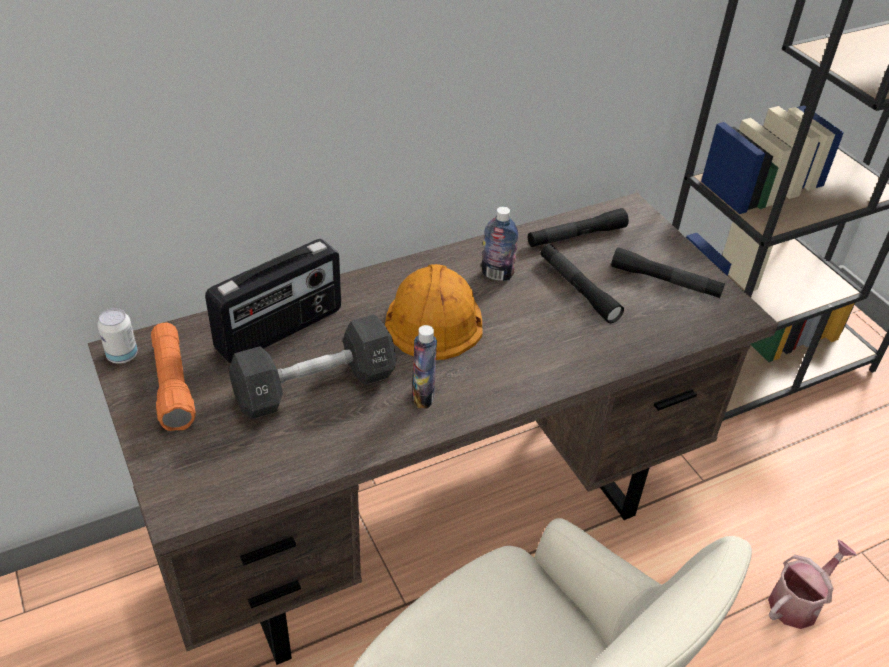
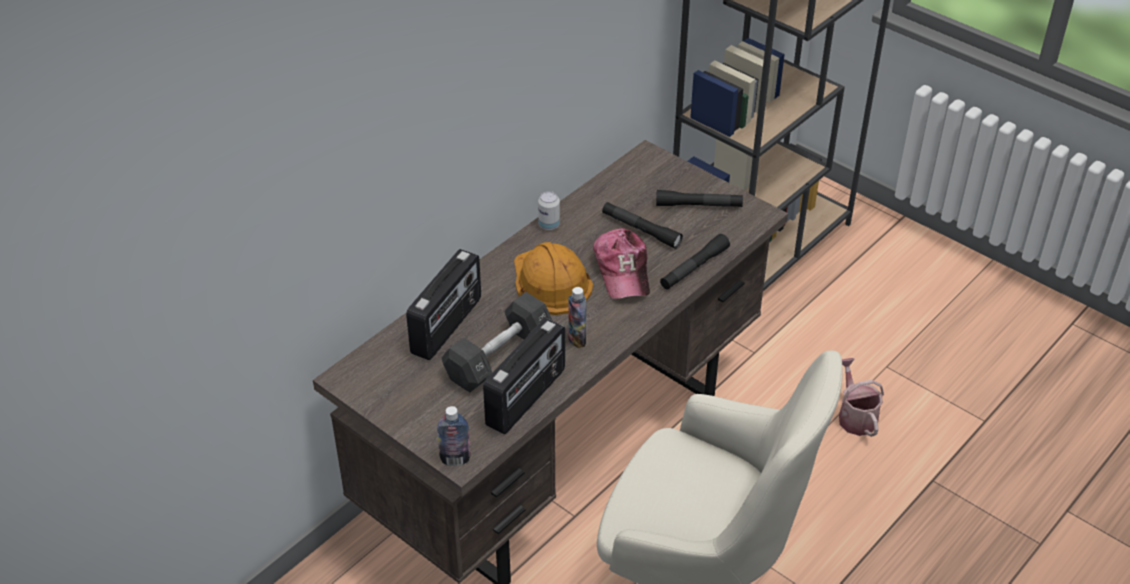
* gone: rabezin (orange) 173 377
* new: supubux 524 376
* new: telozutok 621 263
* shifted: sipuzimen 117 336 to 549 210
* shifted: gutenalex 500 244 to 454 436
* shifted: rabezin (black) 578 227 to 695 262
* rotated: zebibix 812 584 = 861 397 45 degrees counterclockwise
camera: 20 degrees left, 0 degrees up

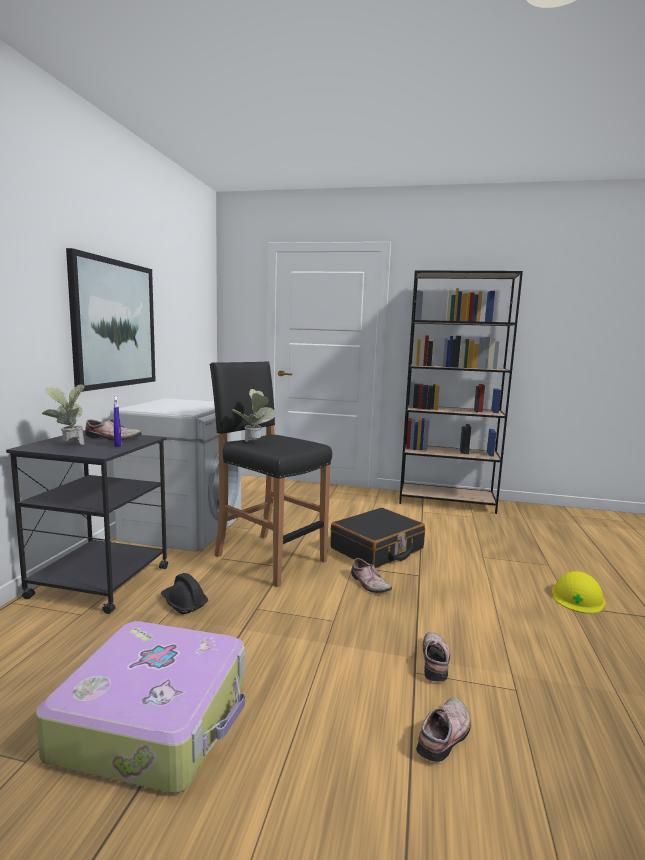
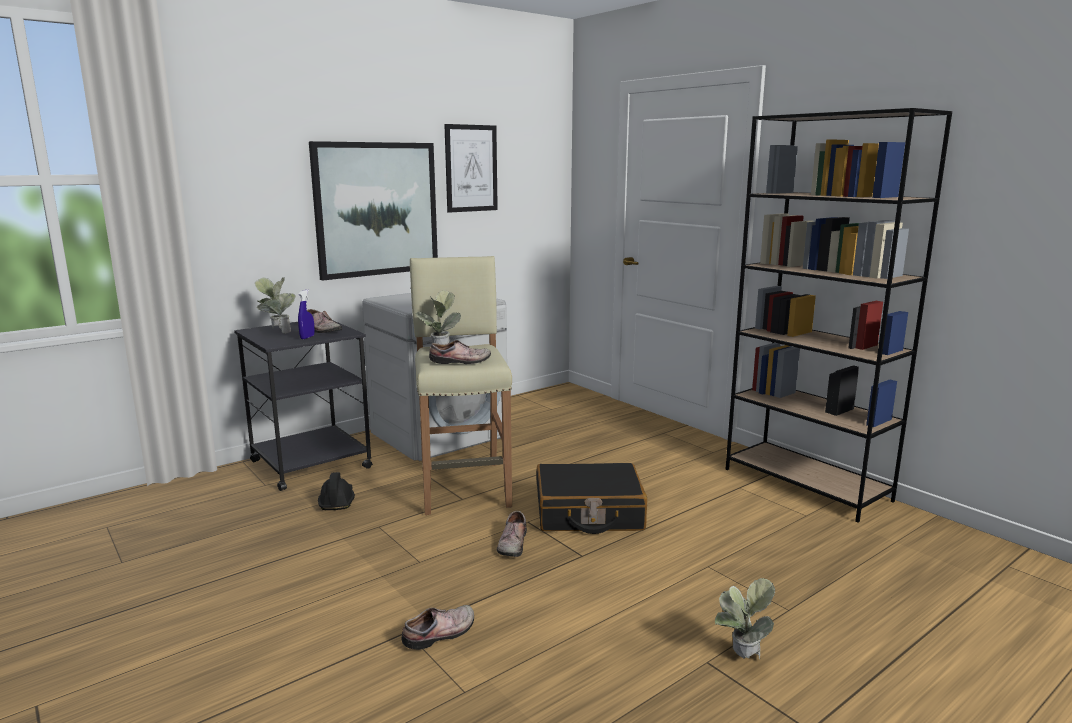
* gone: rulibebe 140 707
* new: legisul 471 168
* shifted: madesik 443 730 to 460 352
* swapped: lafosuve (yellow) 578 592 to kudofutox 745 619
* repainted: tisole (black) 271 474 to tisole (beige) 461 385
camera: 40 degrees right, 5 degrees up

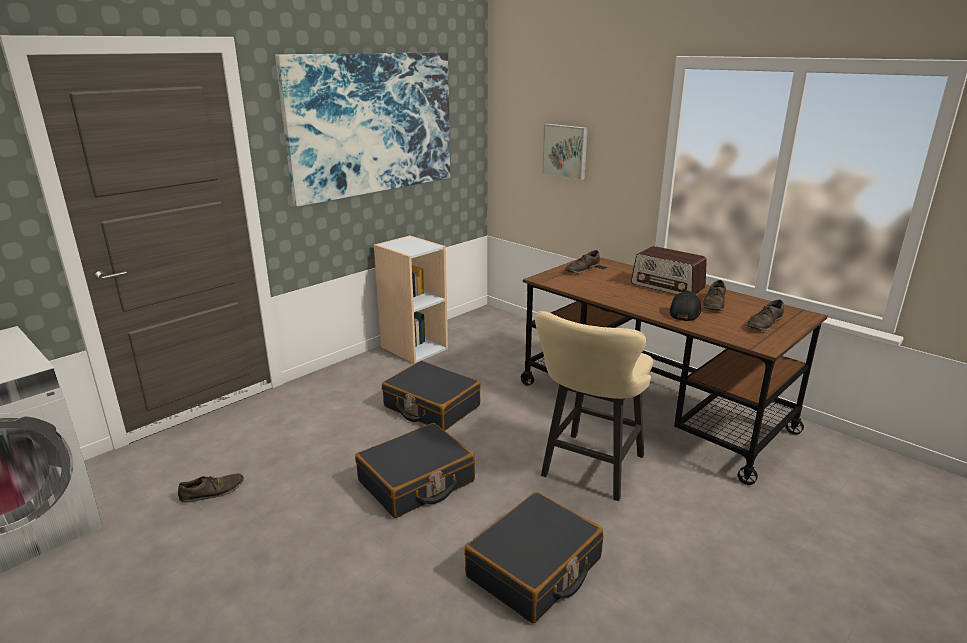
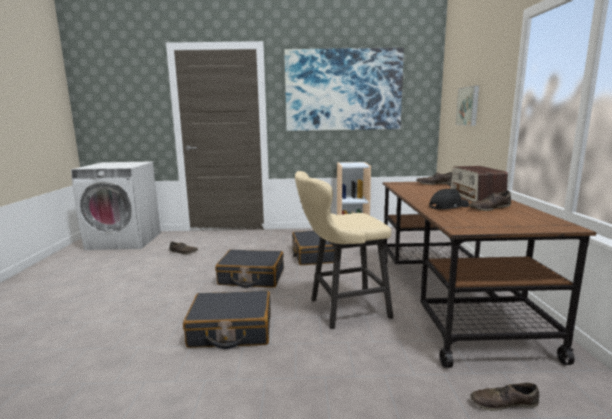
* shifted: madesik (brown) 765 315 to 504 397
camera: 45 degrees right, 10 degrees down

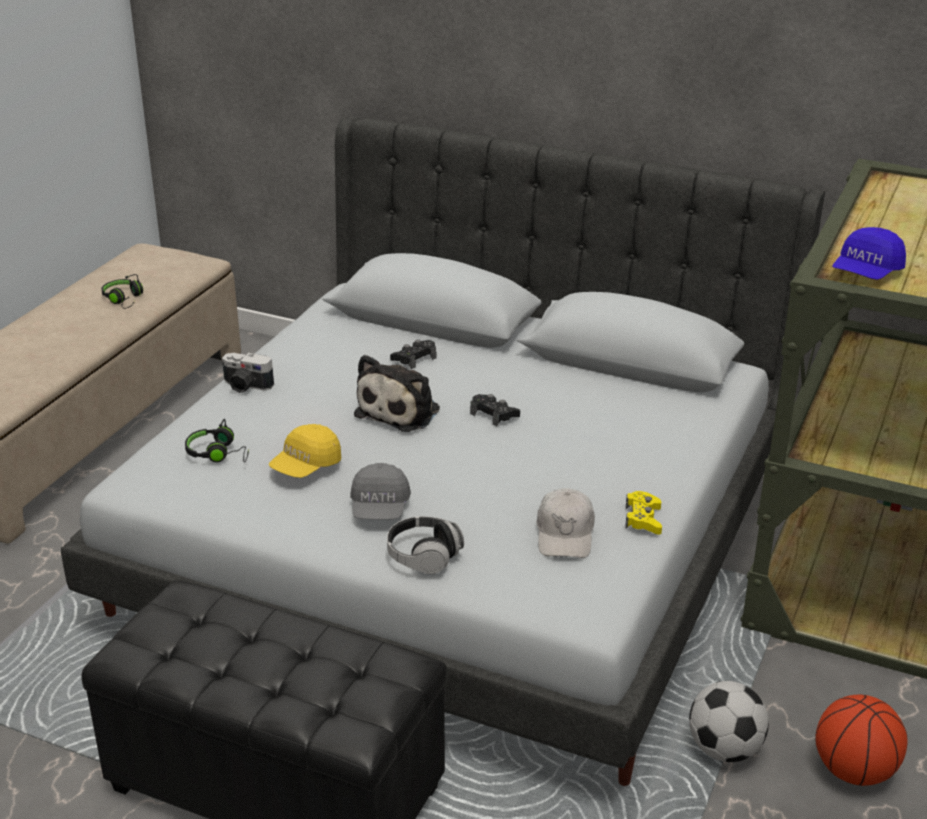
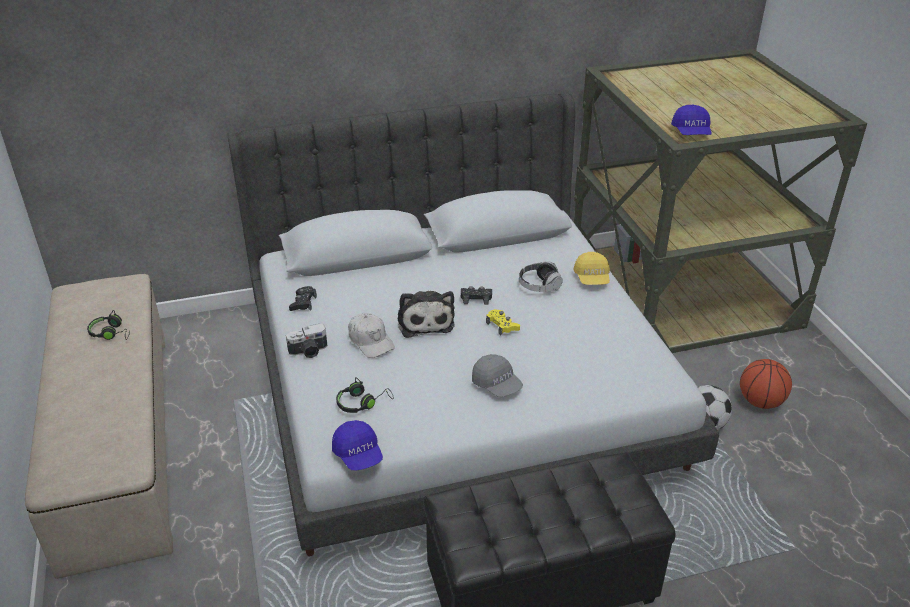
* new: telozutok (blue) 357 445
* shifted: telozutok (yellow) 305 451 to 591 268
* shifted: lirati 425 545 to 541 276
* shifted: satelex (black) 413 354 to 303 298
* shifted: telozutok (white) 566 523 to 371 335
* shifted: satelex (yellow) 644 513 to 503 322
camera: 40 degrees left, 5 degrees up

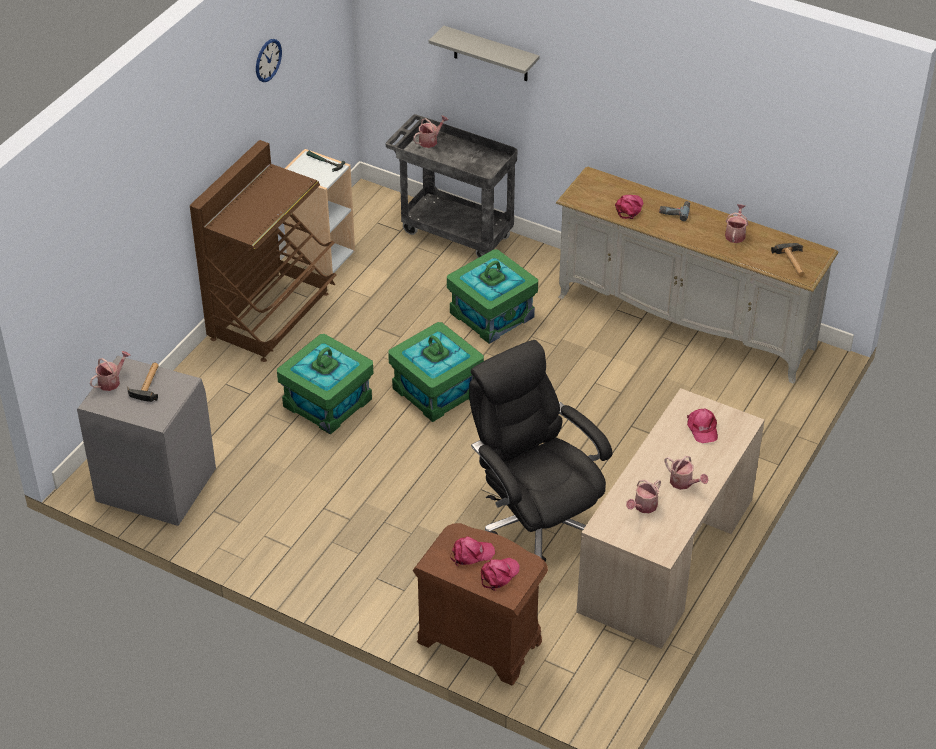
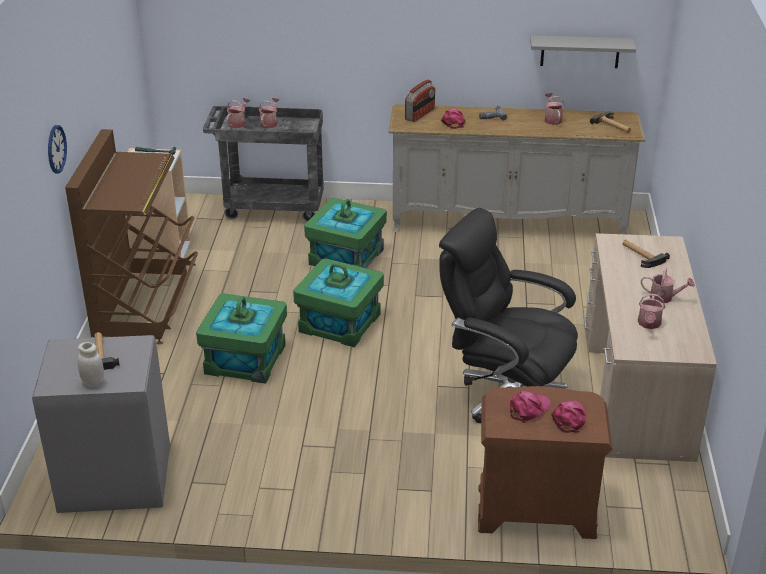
* new: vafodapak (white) 90 365
* new: supubux 420 101
* shifted: zebibix 110 371 to 269 113
* shifted: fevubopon 269 60 to 57 149
* shifted: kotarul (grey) 484 53 to 583 51
* swapped: telozutok (pink) 702 425 to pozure 646 254
camera: 25 degrees left, 10 degrees down

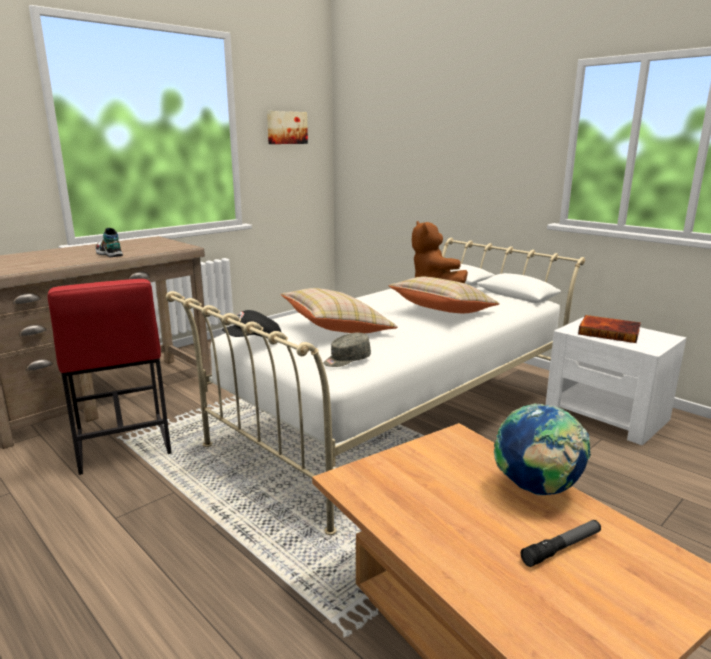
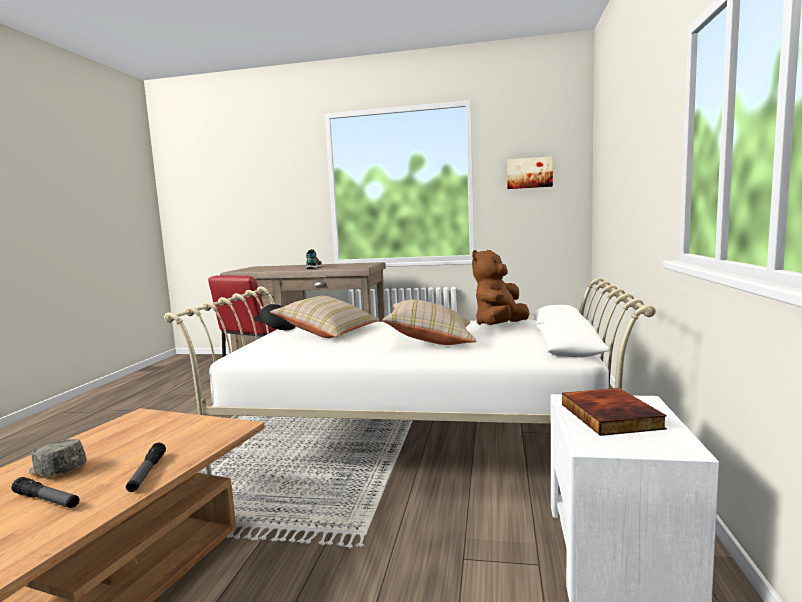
* shifted: telozutok (grey) 347 350 to 58 457
* swapped: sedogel 542 449 to rabezin 146 467
camera: 55 degrees right, 10 degrees down

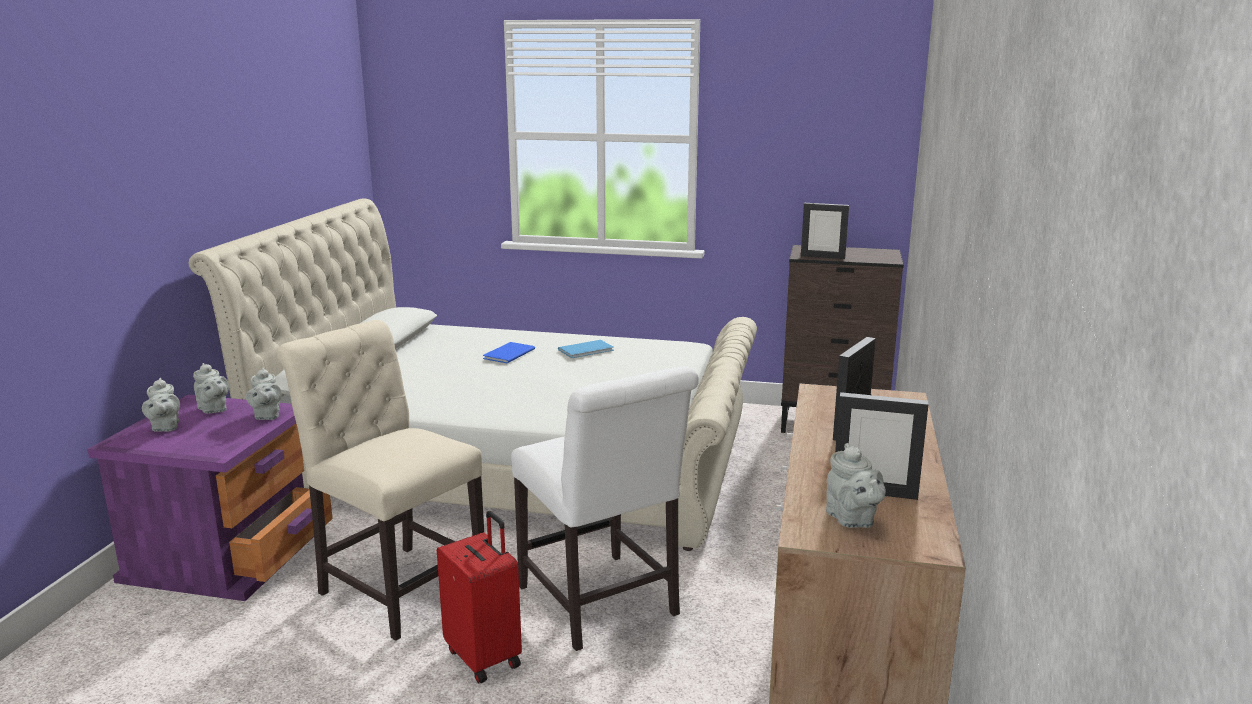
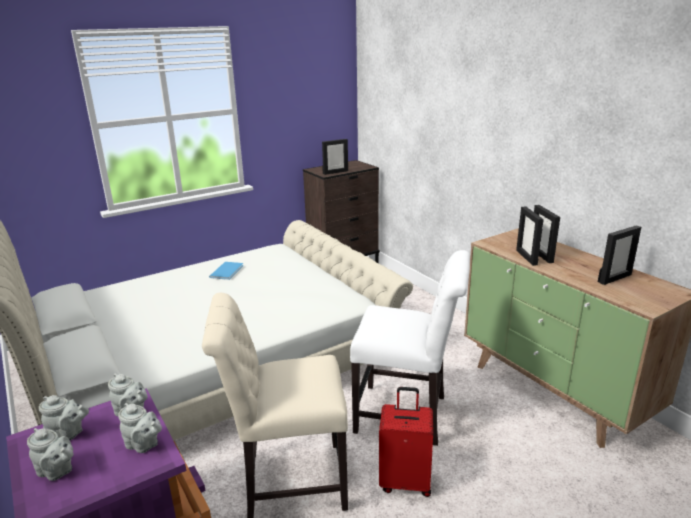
* gone: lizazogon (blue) 509 352
* new: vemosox 530 236
* shifted: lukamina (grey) 856 485 to 140 428
camera: 45 degrees left, 5 degrees up

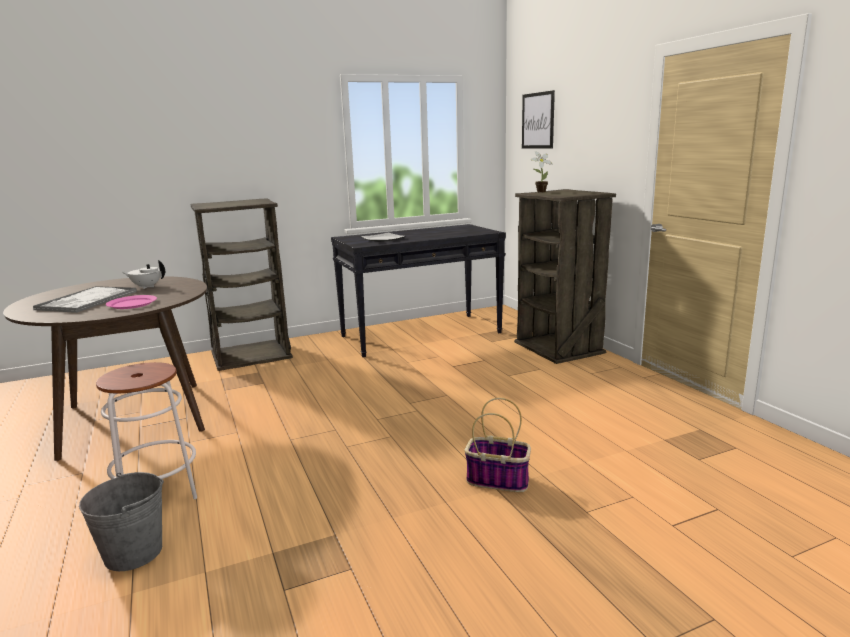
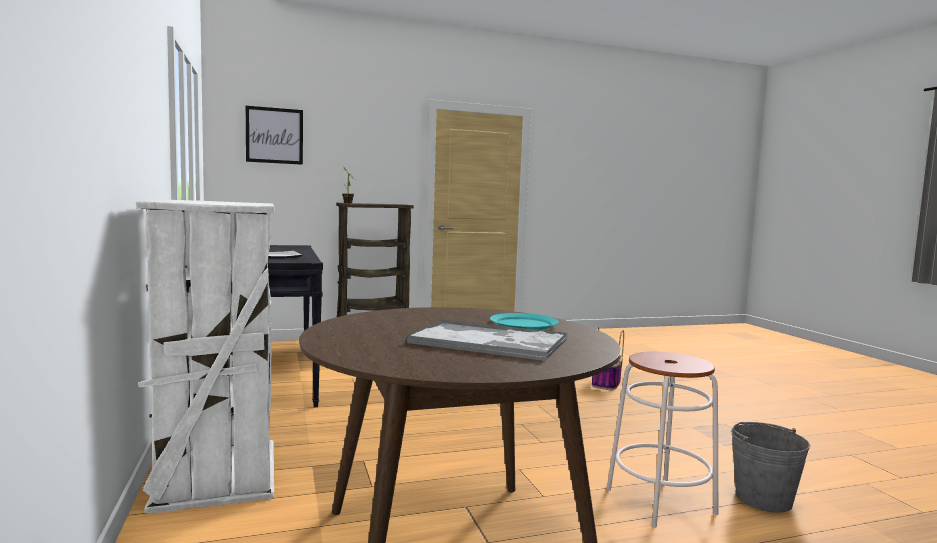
* gone: lukamina (white) 143 274
* repainted: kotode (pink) 131 302 to kotode (turquoise) 524 321
* repainted: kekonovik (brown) 242 284 to kekonovik (white) 205 357
camera: 85 degrees left, 10 degrees down

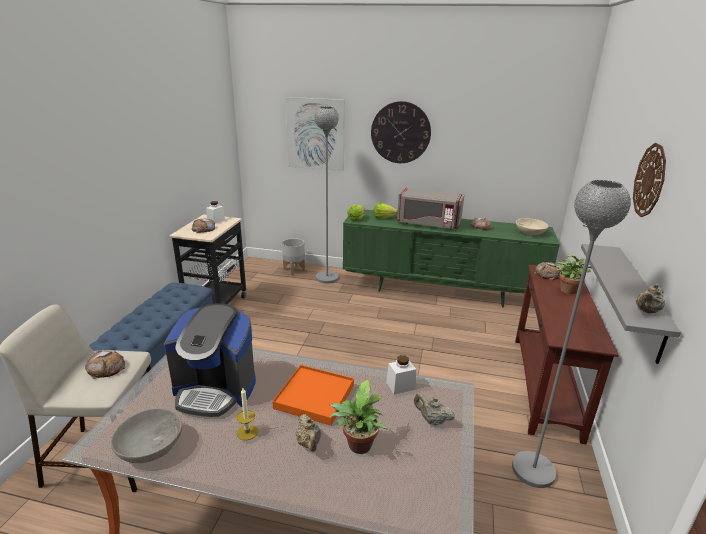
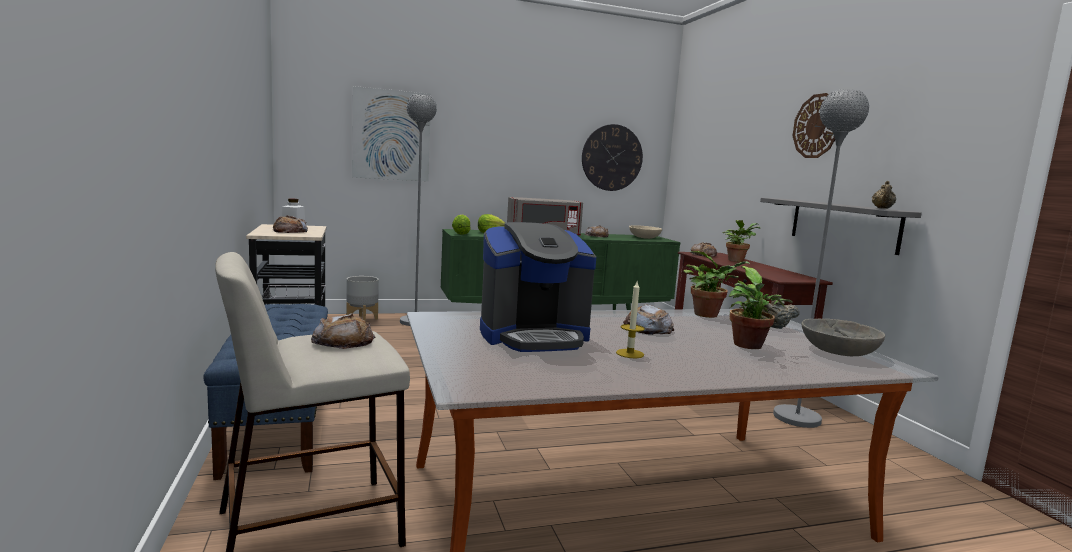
* gone: lukamina (beige) 308 433
* shifted: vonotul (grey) 146 435 to 843 337
* shifted: fevubopon 401 132 to 612 157
* swapped: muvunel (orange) 313 395 to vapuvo 648 319
* swapped: vafodapak (white) 401 374 to kudofutox 716 284
camera: 30 degrees left, 15 degrees down

